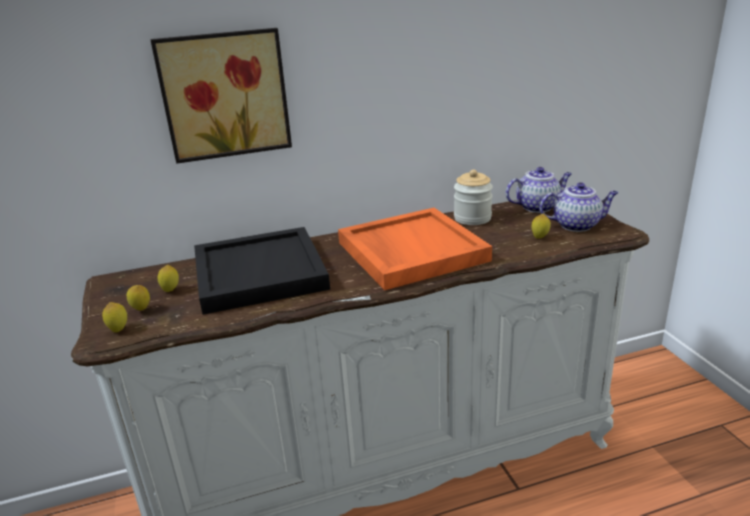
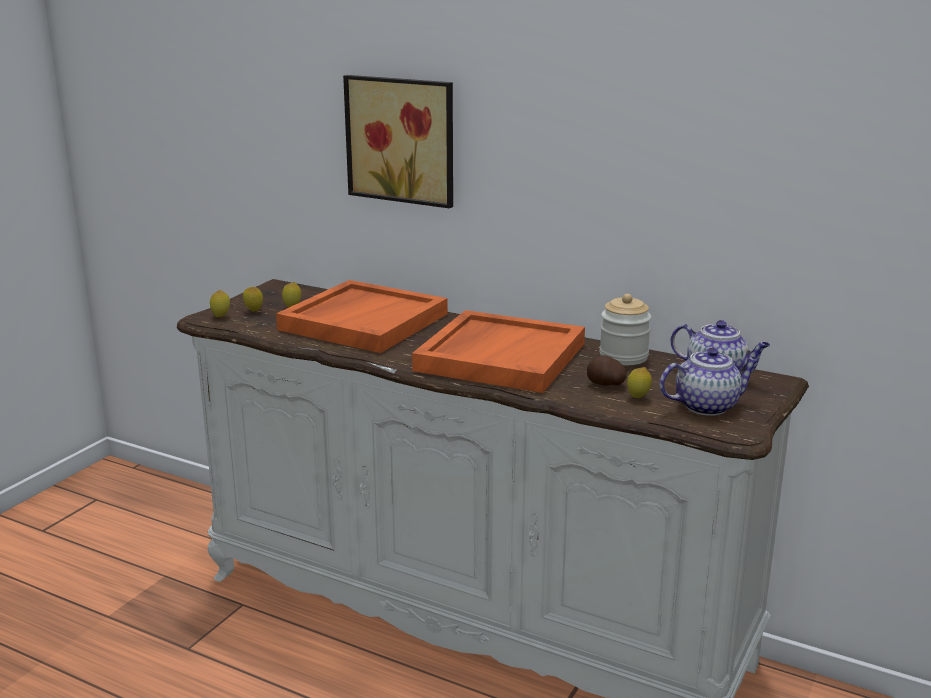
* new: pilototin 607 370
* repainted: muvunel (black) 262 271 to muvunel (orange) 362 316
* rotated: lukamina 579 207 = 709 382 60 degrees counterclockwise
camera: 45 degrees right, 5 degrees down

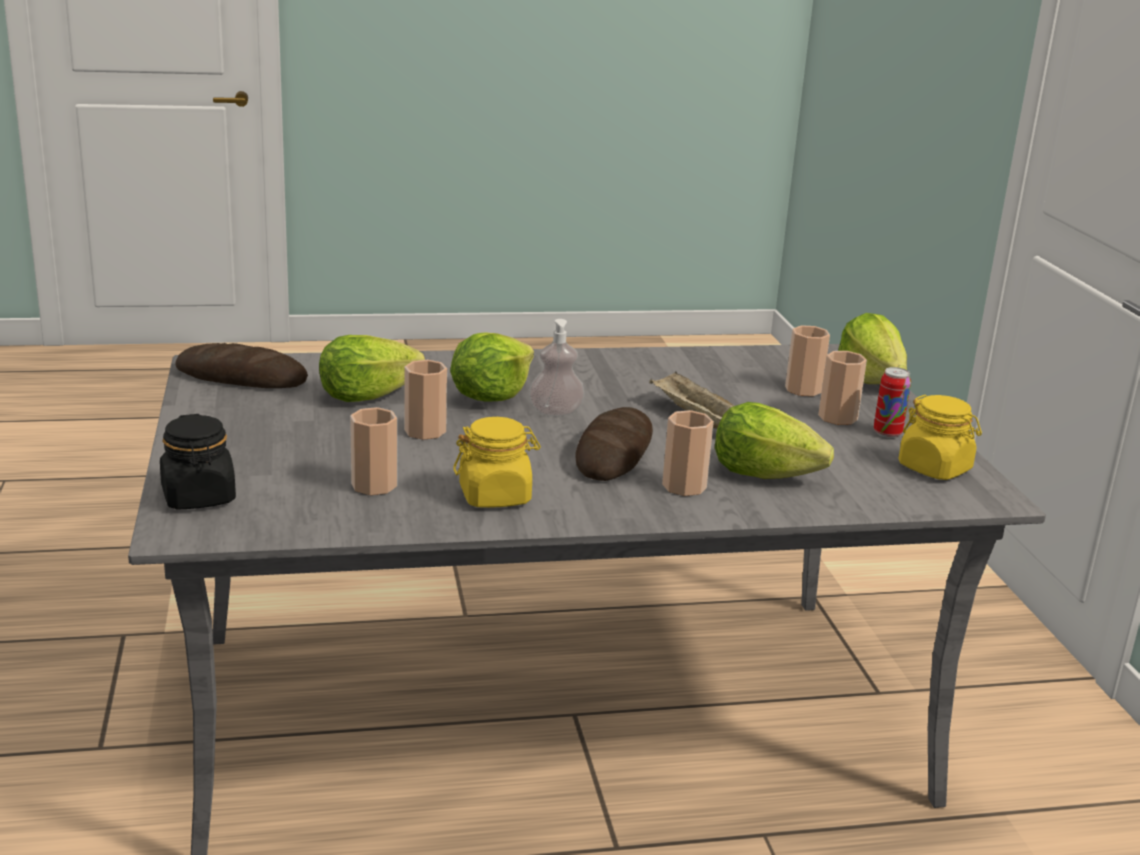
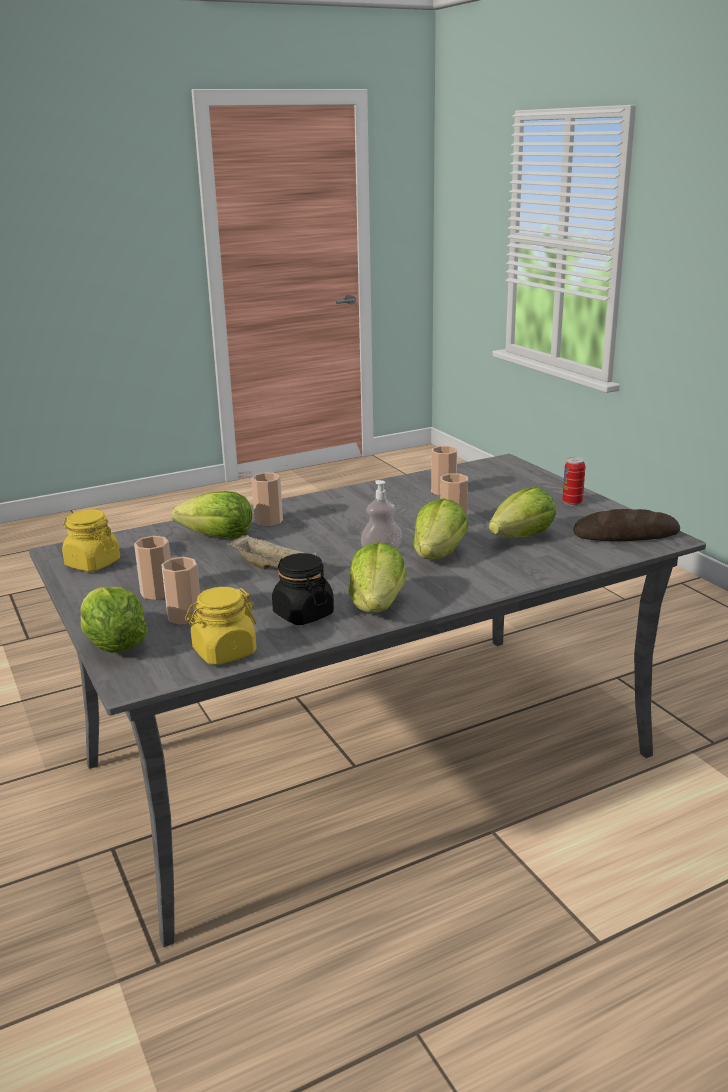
* gone: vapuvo 614 444
* new: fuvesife 377 577
* shifted: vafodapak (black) 198 462 to 303 589
* shifted: vafodapak (yellow) 497 462 to 221 626
* shifted: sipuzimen 892 402 to 573 481
camera: 165 degrees right, 0 degrees up

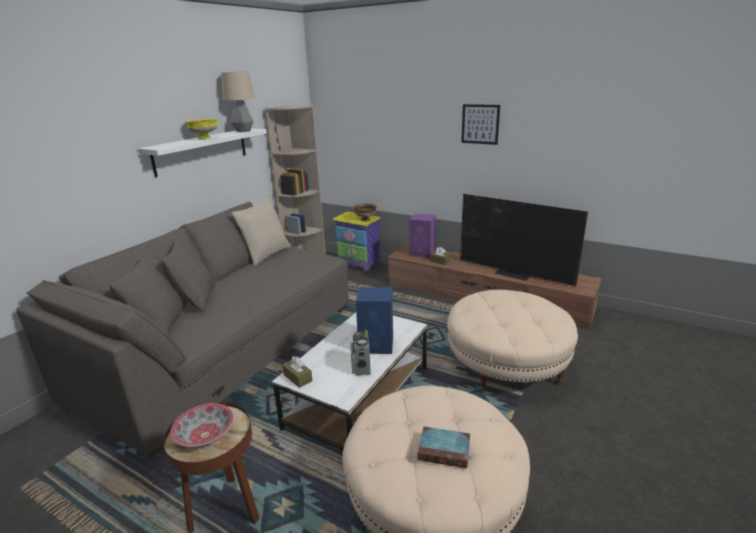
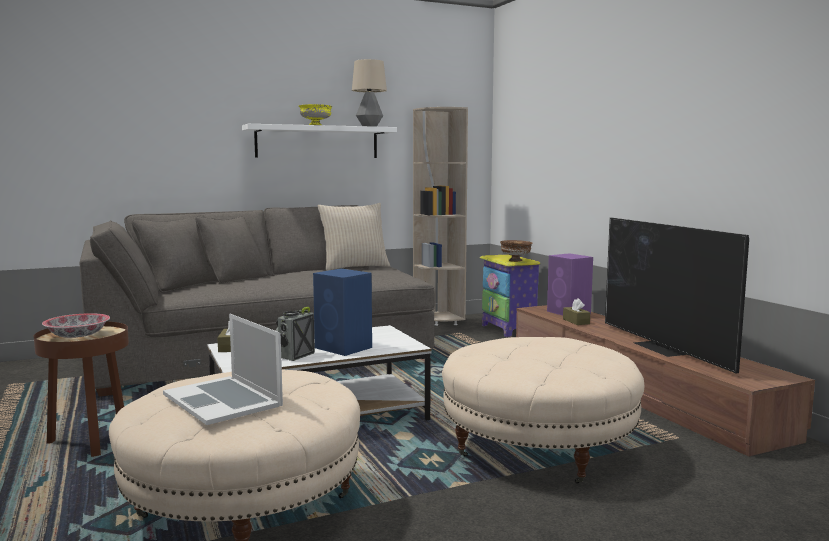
* gone: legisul 480 124
* swapped: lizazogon 444 447 to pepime 223 369
camera: 35 degrees right, 15 degrees down

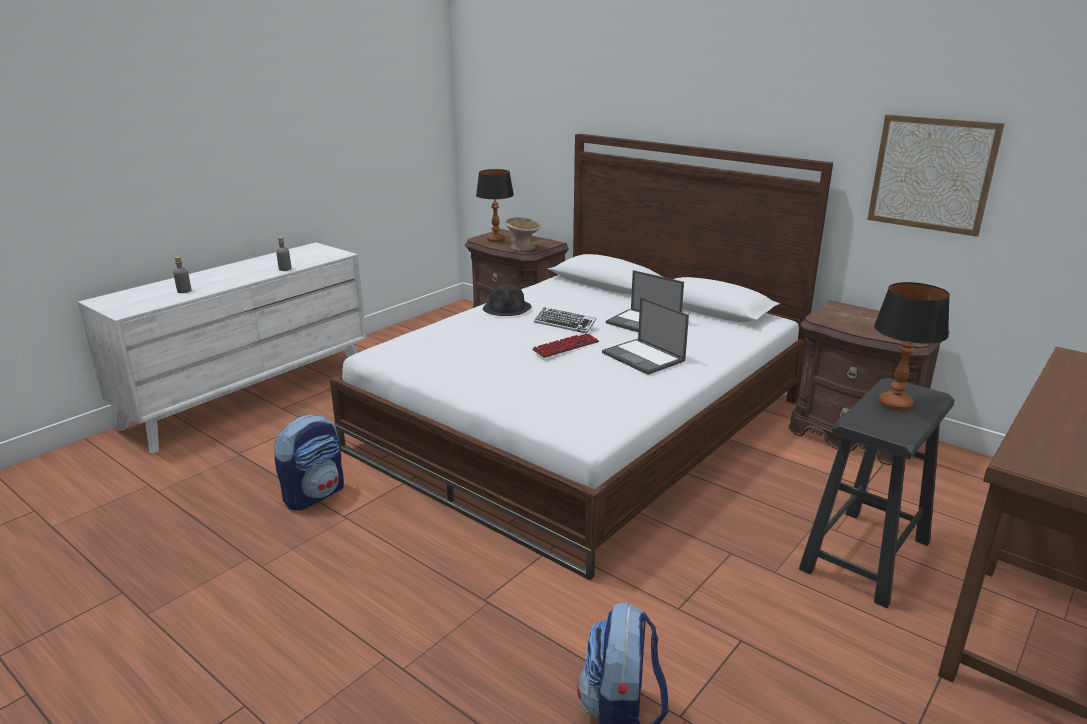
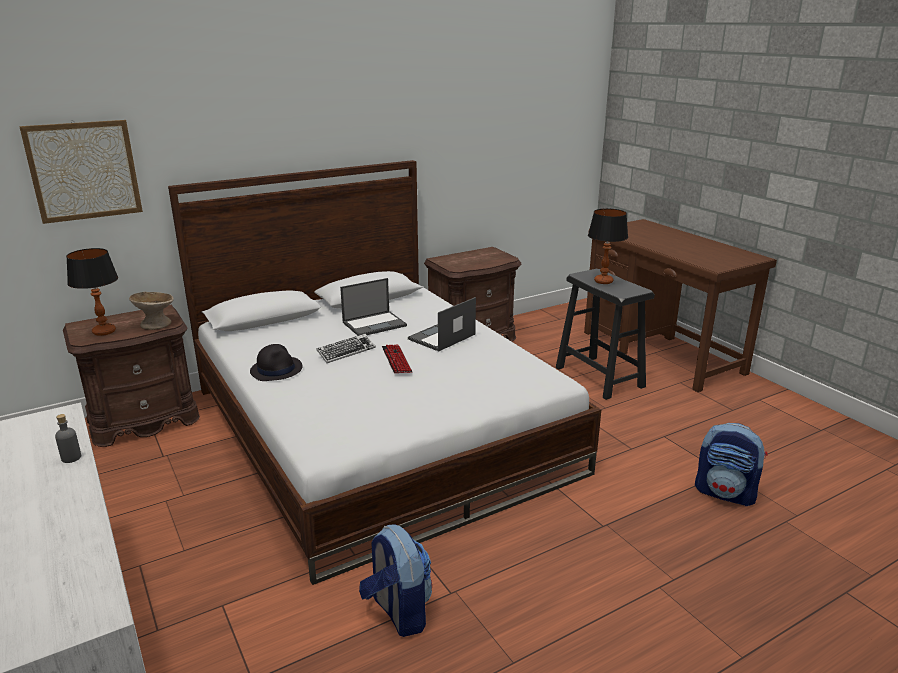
* gone: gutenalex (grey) 182 274
* shifted: legisul 936 175 to 81 172
* rotated: pepime 645 336 = 442 324 150 degrees clockwise
camera: 70 degrees left, 0 degrees up

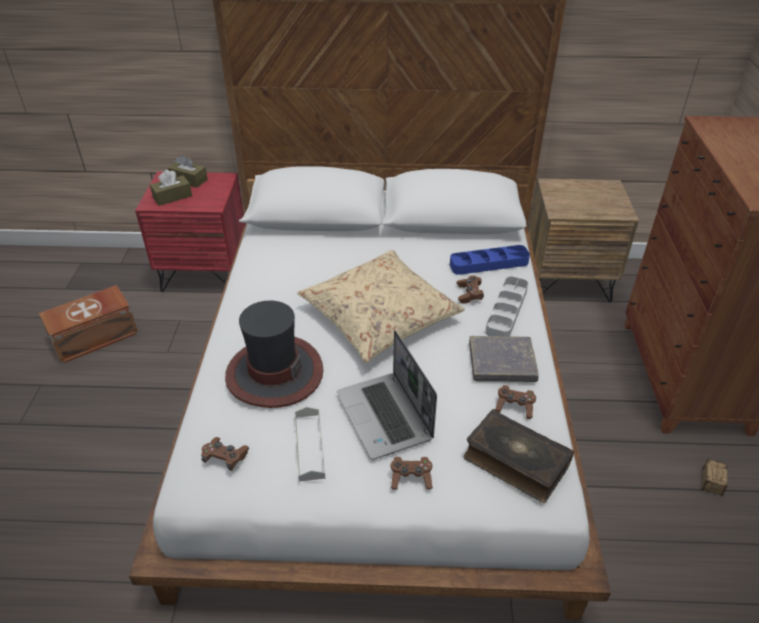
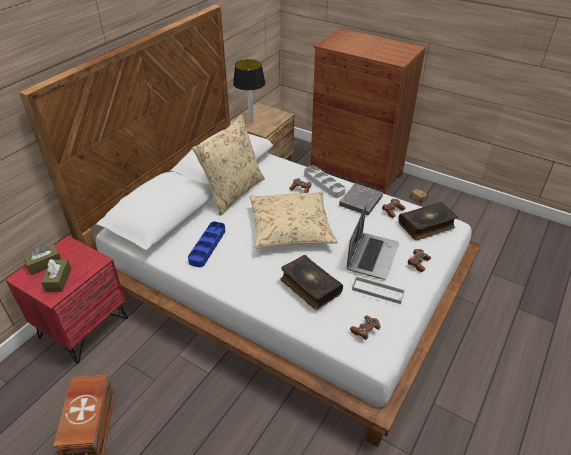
* new: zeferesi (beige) 228 165
* new: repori 249 90
* shifted: muvunel (blue) 490 260 to 206 244
* swapped: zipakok 274 354 to lizazogon 312 282
* rotated: pepime 387 395 = 373 243 75 degrees counterclockwise
camera: 60 degrees left, 0 degrees up

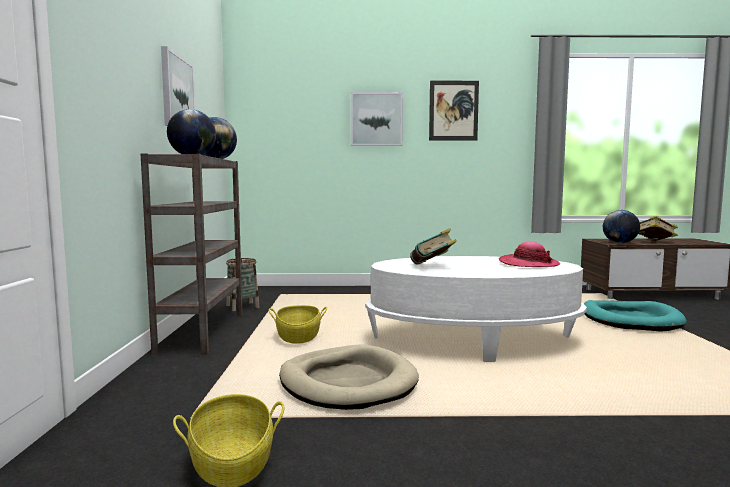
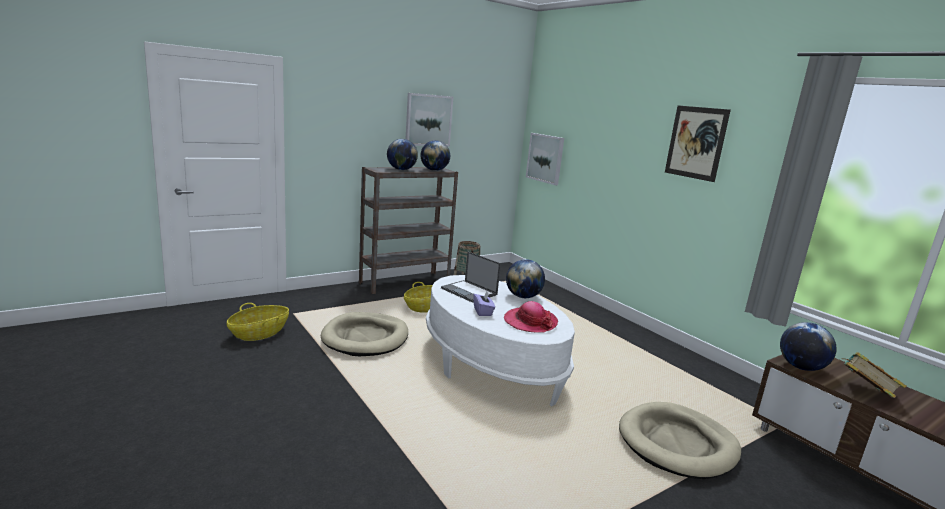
* new: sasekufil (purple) 484 303
* new: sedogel 525 278
* shifted: legisul 376 119 to 545 159
* swapped: lizazogon 433 246 to pepime 471 277
* repainted: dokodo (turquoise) 635 316 to dokodo (beige) 680 440
camera: 55 degrees right, 10 degrees up

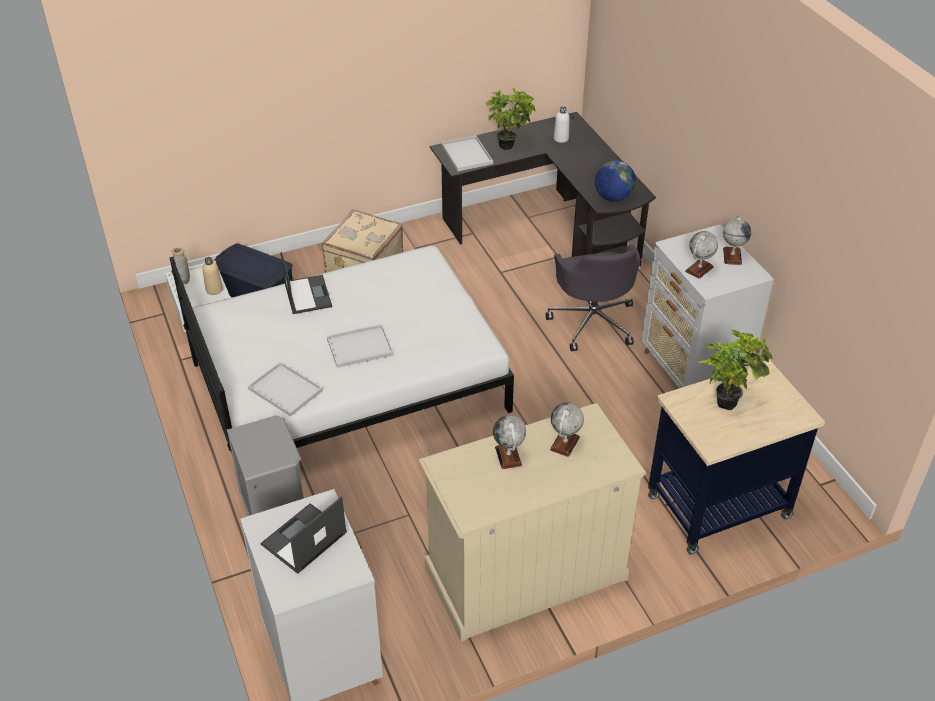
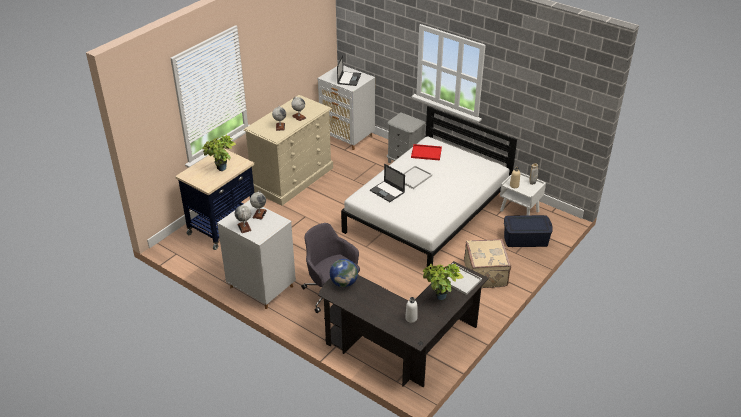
* shifted: pepime 306 283 to 387 183
* repainted: muvunel (white) 285 389 to muvunel (red) 426 152
camera: 150 degrees right, 5 degrees down

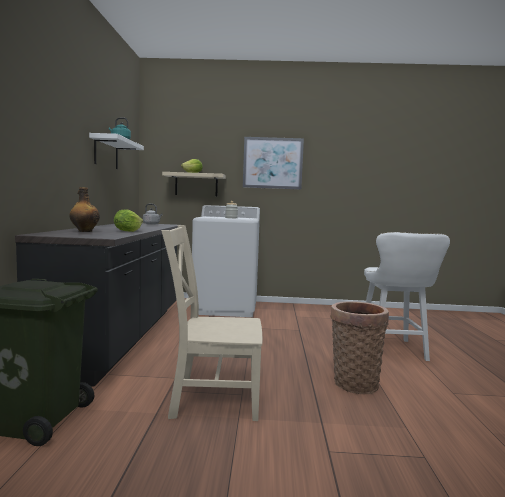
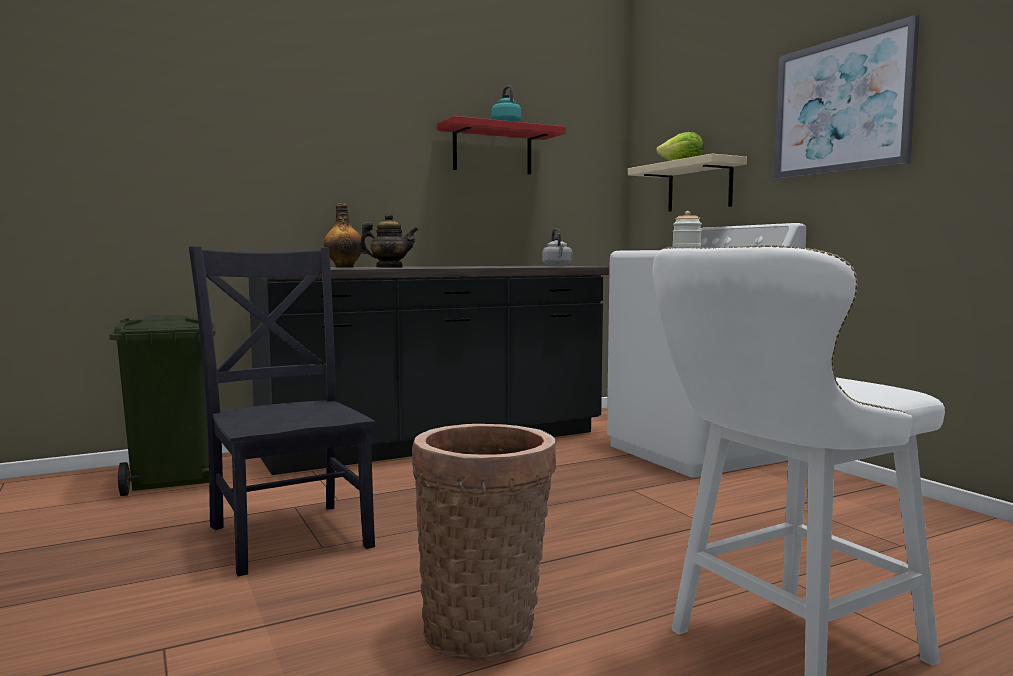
* swapped: fuvesife 128 220 to lukamina 388 239
* repainted: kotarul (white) 116 151 to kotarul (red) 501 145
* repainted: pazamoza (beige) 211 323 to pazamoza (black) 282 411
camera: 60 degrees right, 0 degrees up

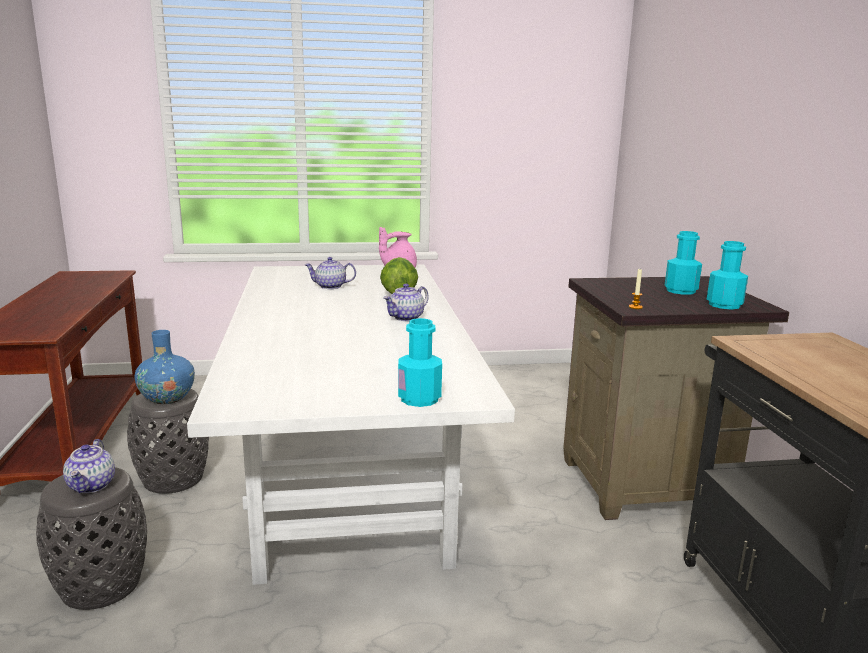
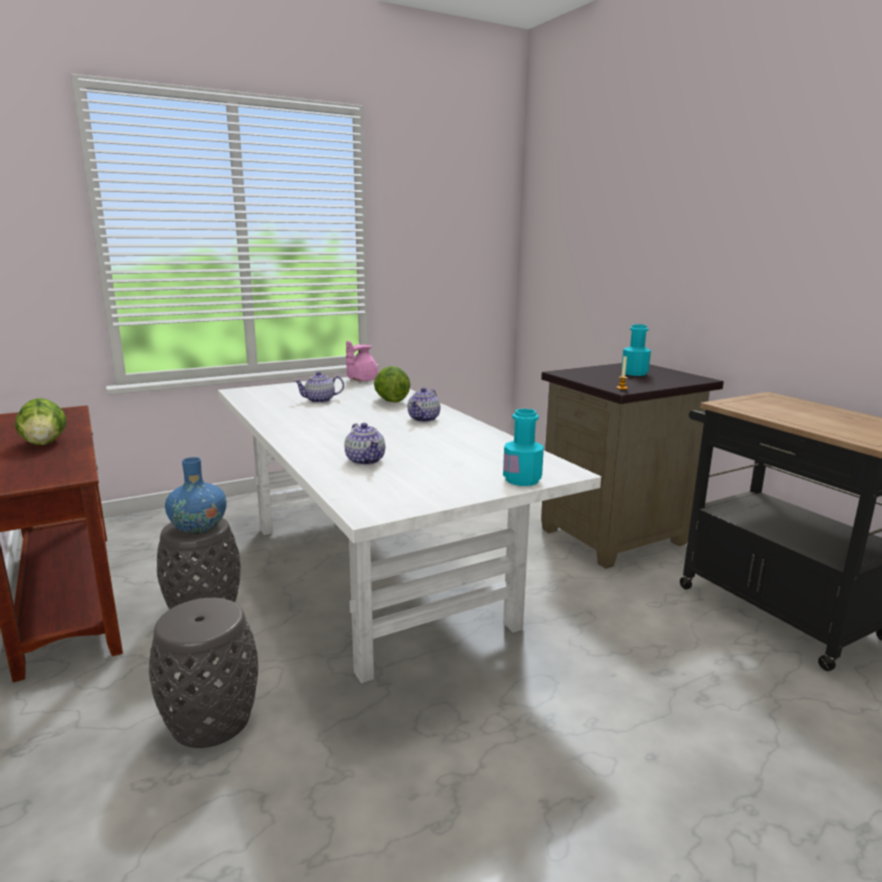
* gone: gutenalex (turquoise) 727 275
* new: fuvesife 40 421
* shifted: lukamina 89 466 to 364 444
camera: 20 degrees left, 0 degrees up

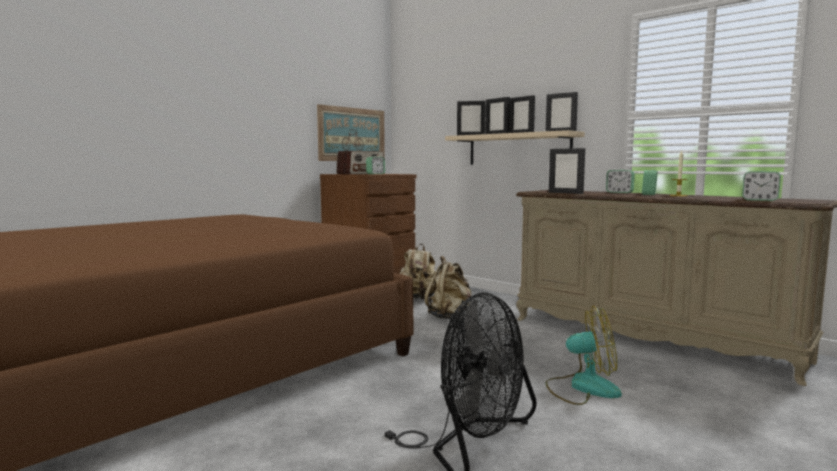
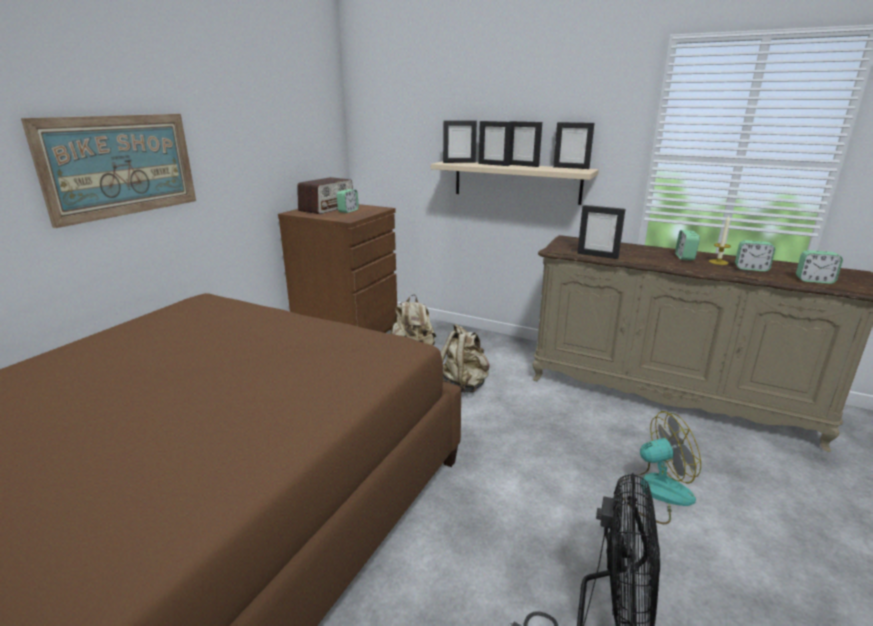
* shifted: legisul 351 132 to 108 171
* shifted: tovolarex 620 181 to 755 256
camera: 15 degrees left, 15 degrees up

